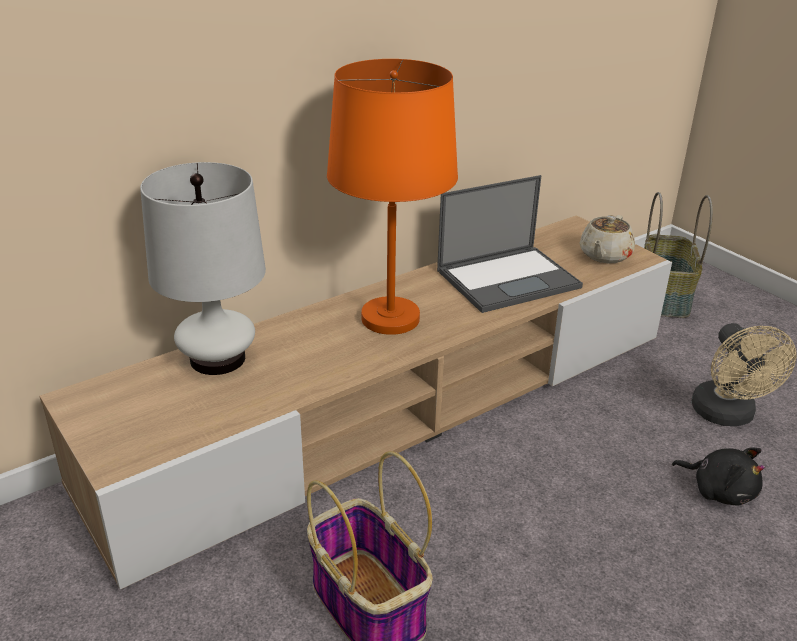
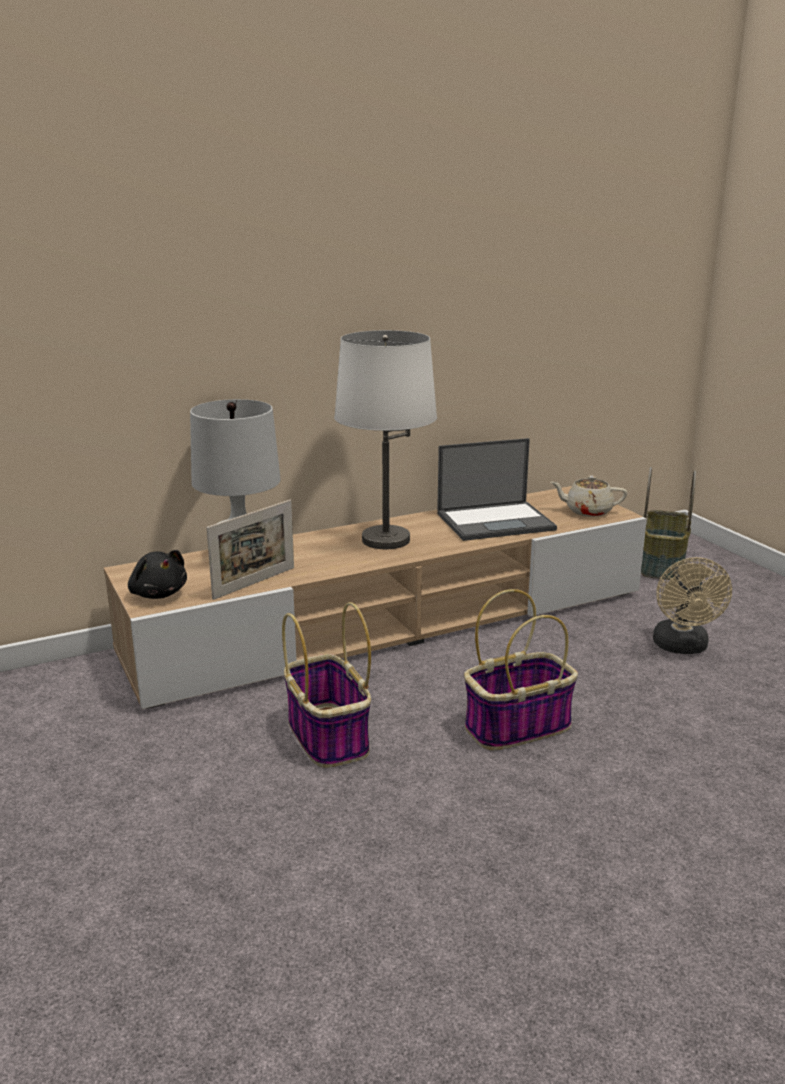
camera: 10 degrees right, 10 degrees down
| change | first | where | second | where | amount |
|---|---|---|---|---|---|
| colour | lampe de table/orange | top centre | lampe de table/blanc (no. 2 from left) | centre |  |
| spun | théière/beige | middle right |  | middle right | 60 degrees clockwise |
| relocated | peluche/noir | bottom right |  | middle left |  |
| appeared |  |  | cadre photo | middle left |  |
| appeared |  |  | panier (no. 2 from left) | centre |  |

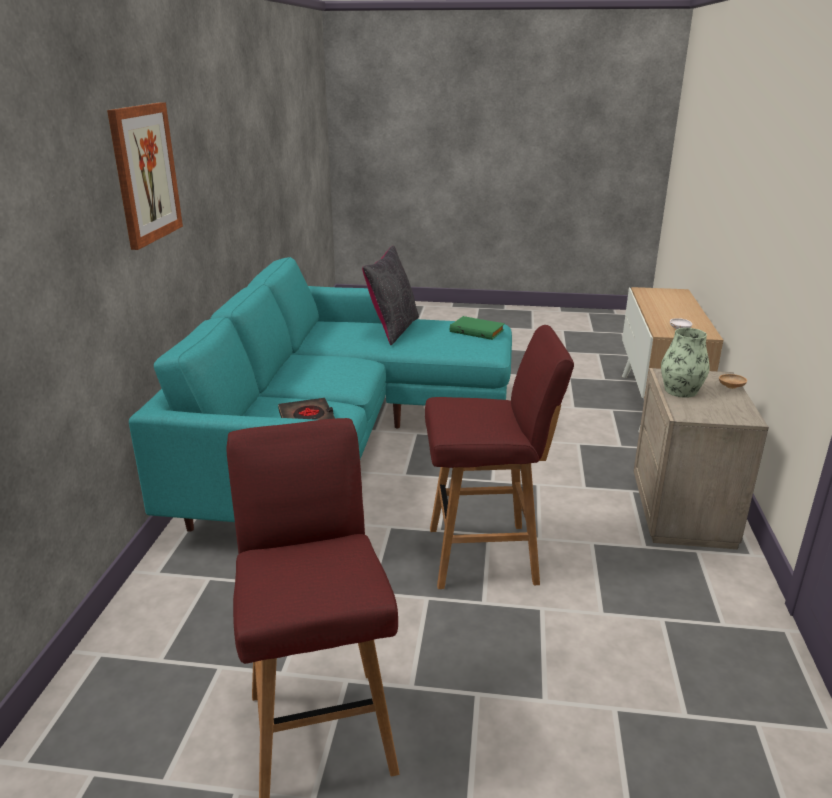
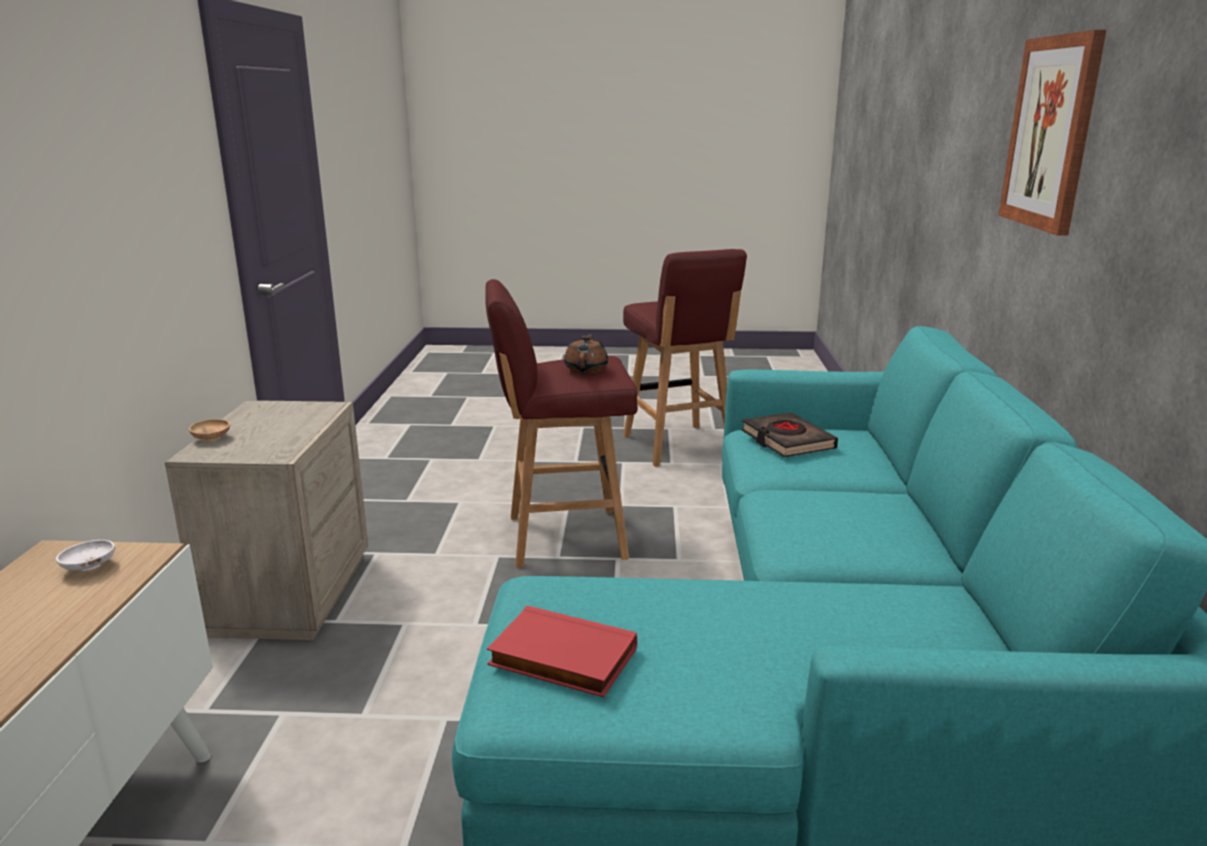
camera: 175 degrees right, 5 degrees down
| change | first | where | second | where | amount |
|---|---|---|---|---|---|
| missing | coussin/noir | centre |  |  |  |
| colour | livre/vert | centre | livre/rouge | bottom centre |  |
| missing | vase | middle right |  |  |  |
| appeared |  |  | théière/marron | centre |  |

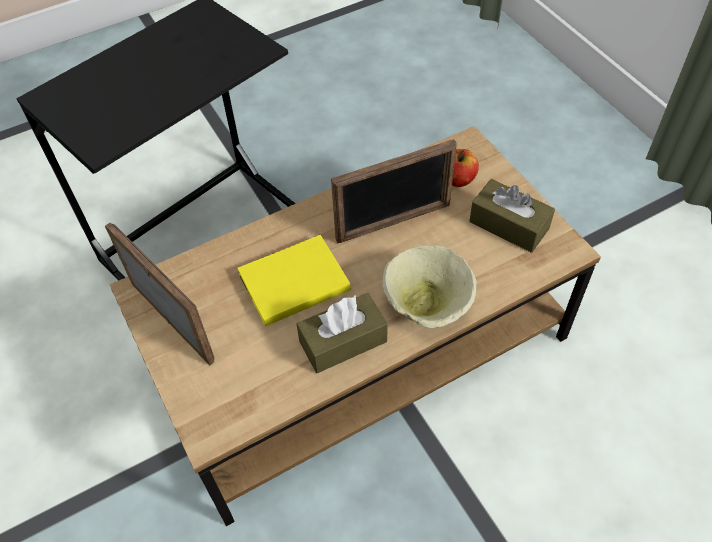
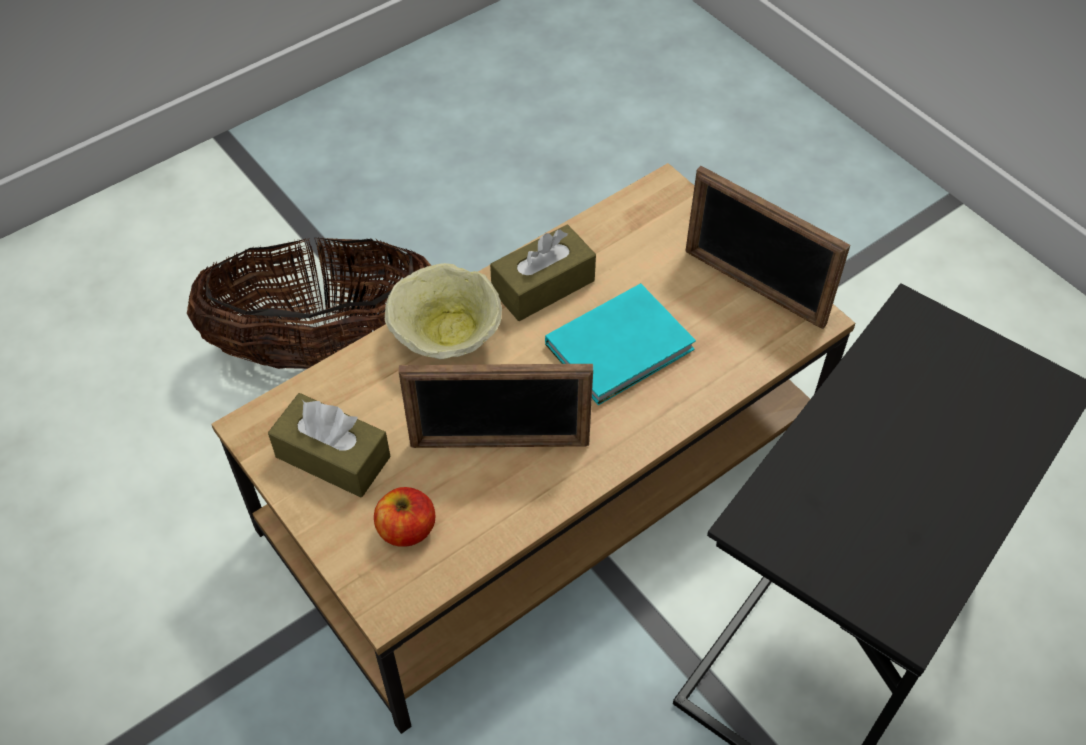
camera: 170 degrees right, 0 degrees up
| change | first | where | second | where | amount |
|---|---|---|---|---|---|
| spun | cadre photo (no. 2 from left in the first image) | centre | cadre photo (no. 1 from left) | centre | 150 degrees counterclockwise |
| colour | livre/jaune | centre | livre/turquoise | centre |  |
| appeared |  |  | panier | middle left |  |

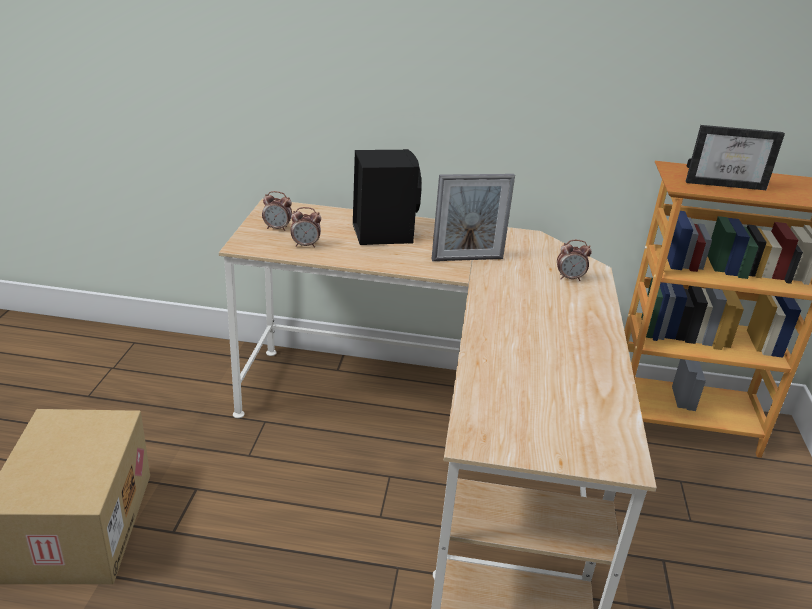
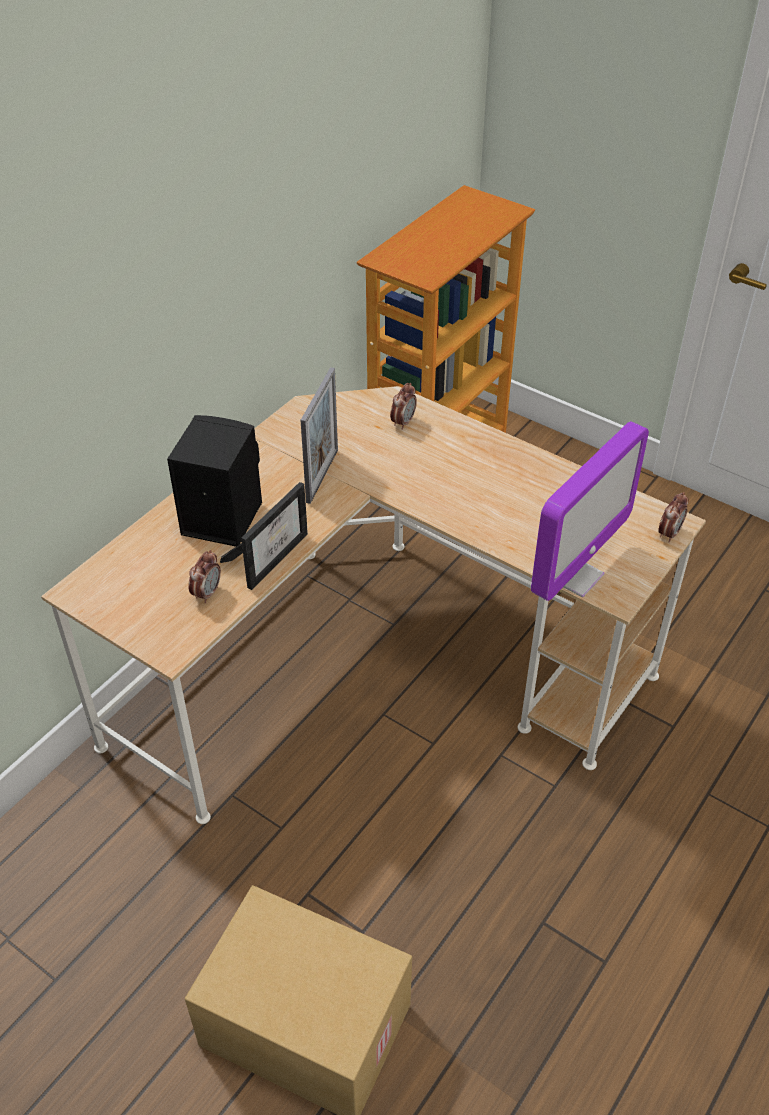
camera: 60 degrees left, 15 degrees up
| change | first | where | second | where | amount |
|---|---|---|---|---|---|
| relocated | cadre photo (no. 2 from left in the first image) | top right | cadre photo (no. 1 from left) | centre |  |
| relocated | réveil (no. 1 from left in the first image) | centre | réveil (no. 3 from left) | middle right |  |
| appeared |  |  | écran d'ordinateur | middle right |  |

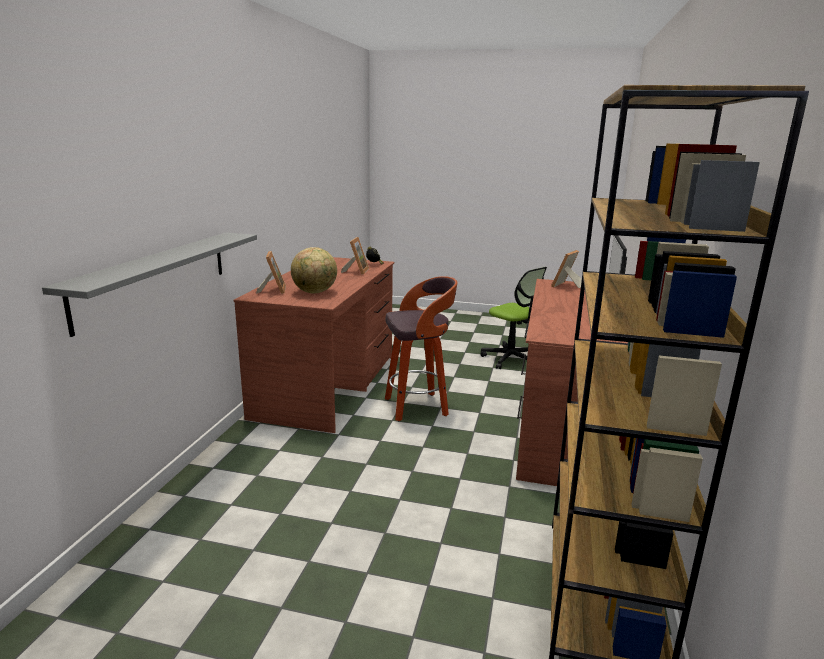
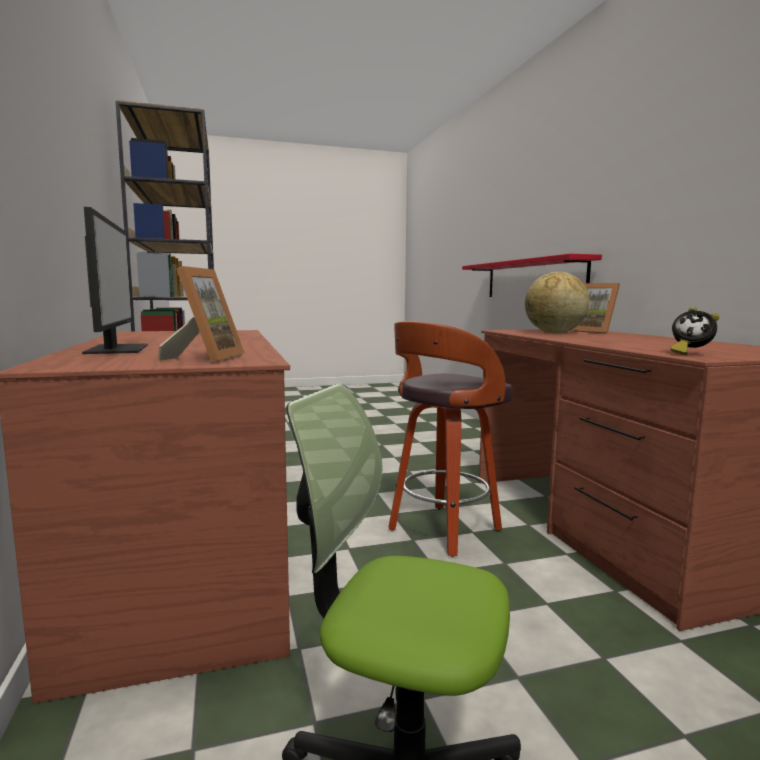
camera: 150 degrees right, 10 degrees down
| change | first | where | second | where | amount |
|---|---|---|---|---|---|
| colour | étagère/gris | middle left | étagère/rouge | middle right |  |
| missing | cadre photo (no. 2 from left) | centre |  |  |  |

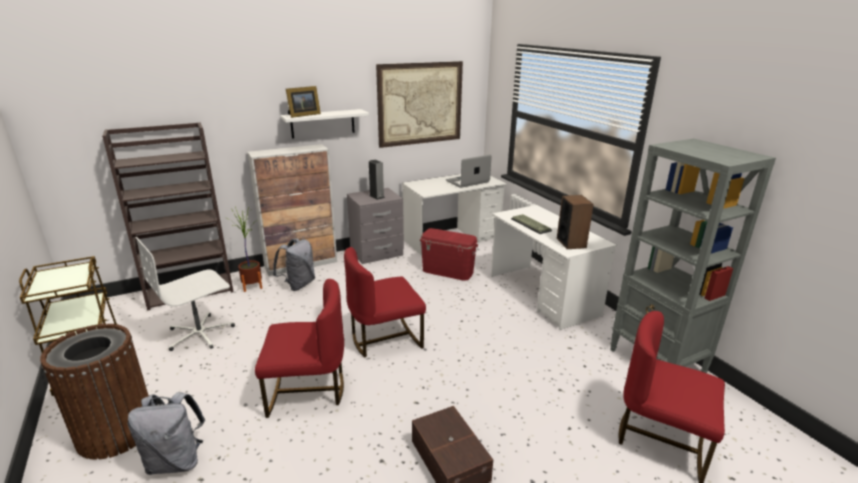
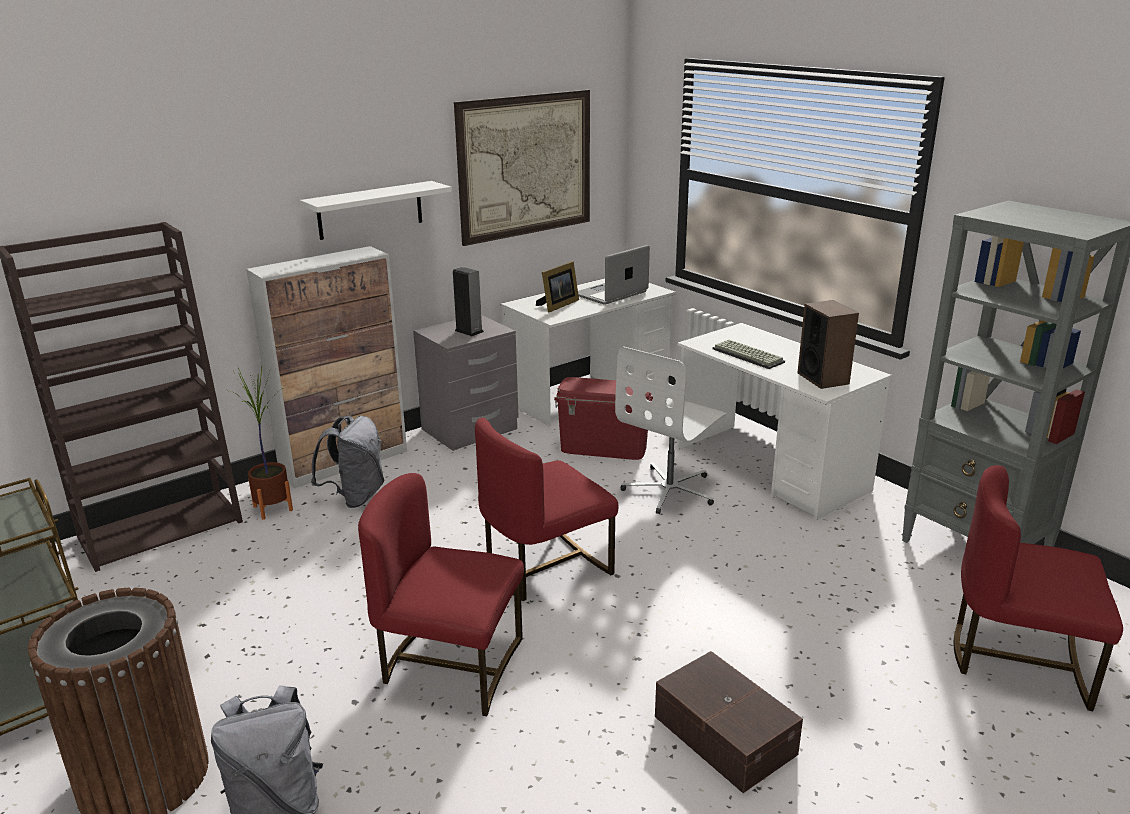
camera: 10 degrees left, 0 degrees up
| change | first | where | second | where | amount |
|---|---|---|---|---|---|
| relocated | cadre photo | top centre |  | centre |  |
| relocated | chaise de bureau/blanc | middle left |  | centre |  |
| spun | chaise/rouge (no. 1 from left) | bottom centre |  | bottom centre | 150 degrees counterclockwise |

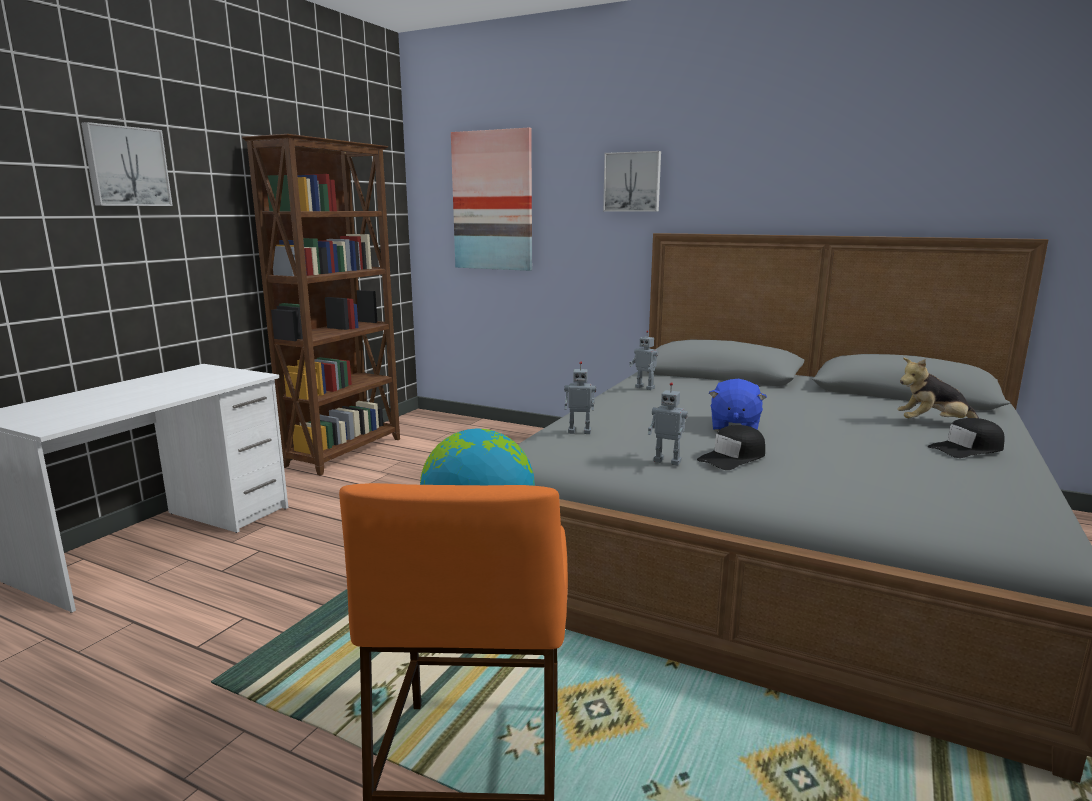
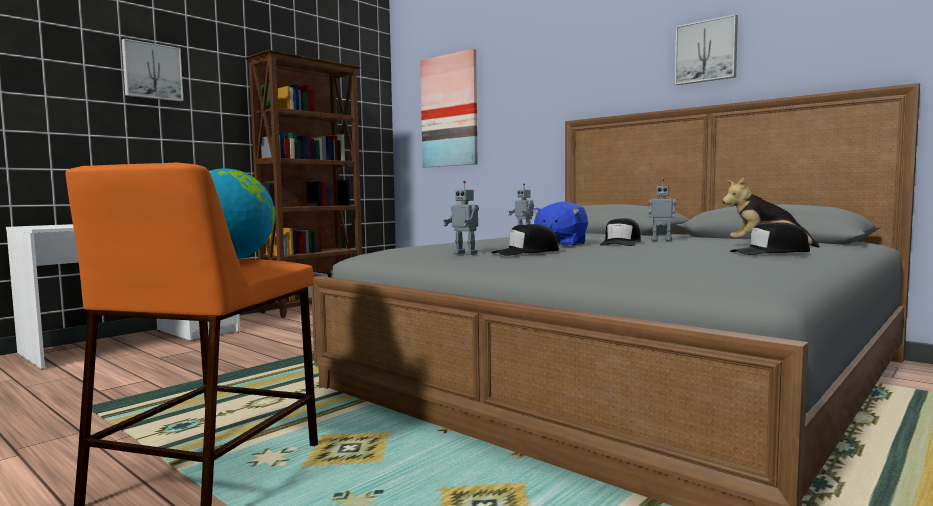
camera: 15 degrees right, 10 degrees down
| change | first | where | second | where | amount |
|---|---|---|---|---|---|
| relocated | tableau (no. 3 from left) | top centre |  | top right |  |
| relocated | robot jouet (no. 1 from left in the first image) | centre | robot jouet (no. 3 from left) | middle right |  |
| appeared |  |  | casquette/noir (no. 2 from left) | centre |  |

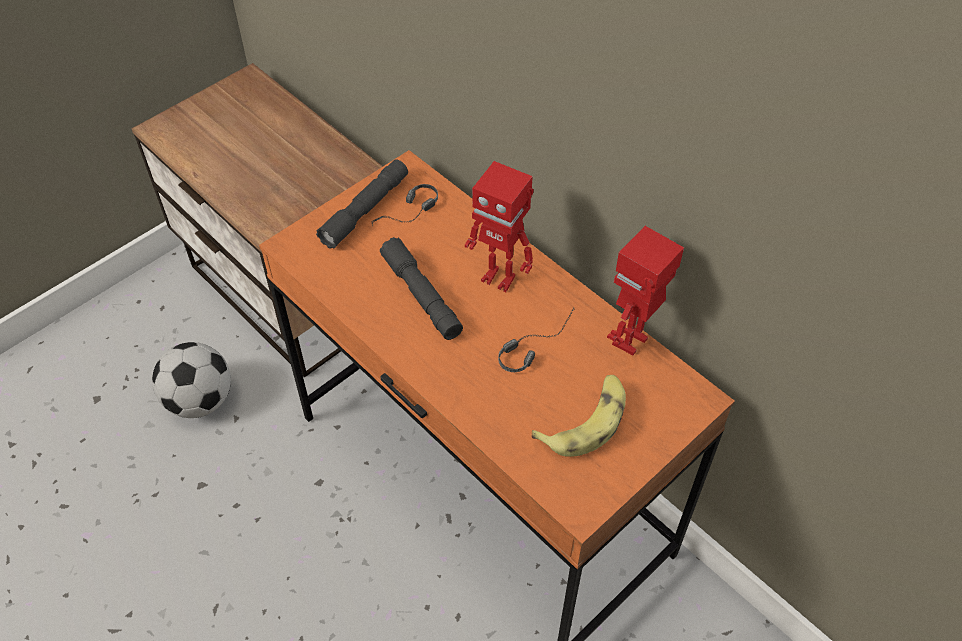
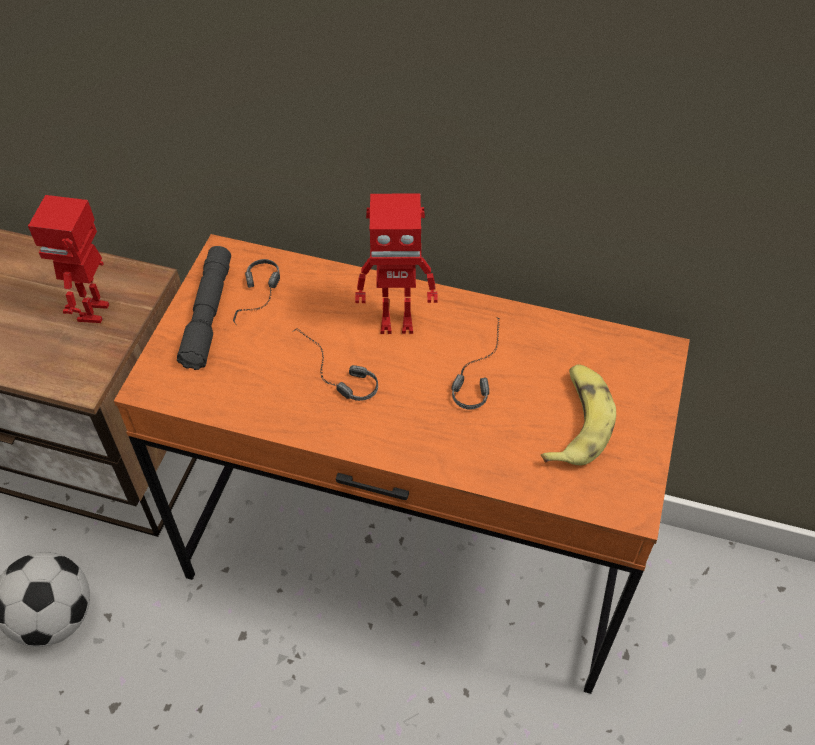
camera: 30 degrees left, 0 degrees up
| change | first | where | second | where | amount |
|---|---|---|---|---|---|
| relocated | robot jouet (no. 2 from left in the first image) | middle right | robot jouet (no. 1 from left) | middle left |  |
| exchanged | lampe de poche/gris (no. 2 from left) | centre | casque audio (no. 2 from left) | centre |  |

